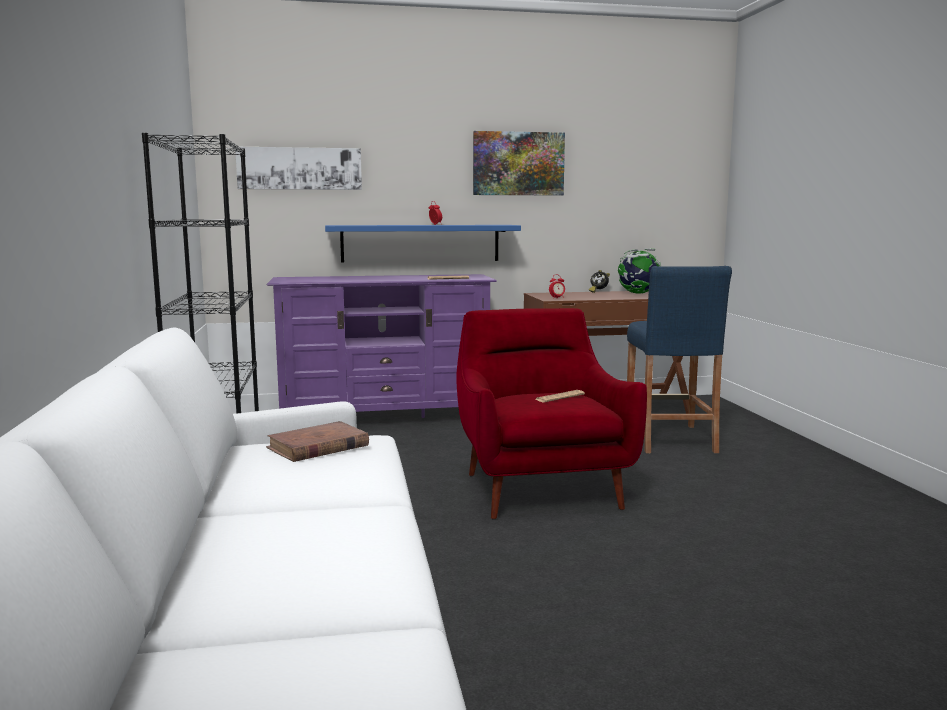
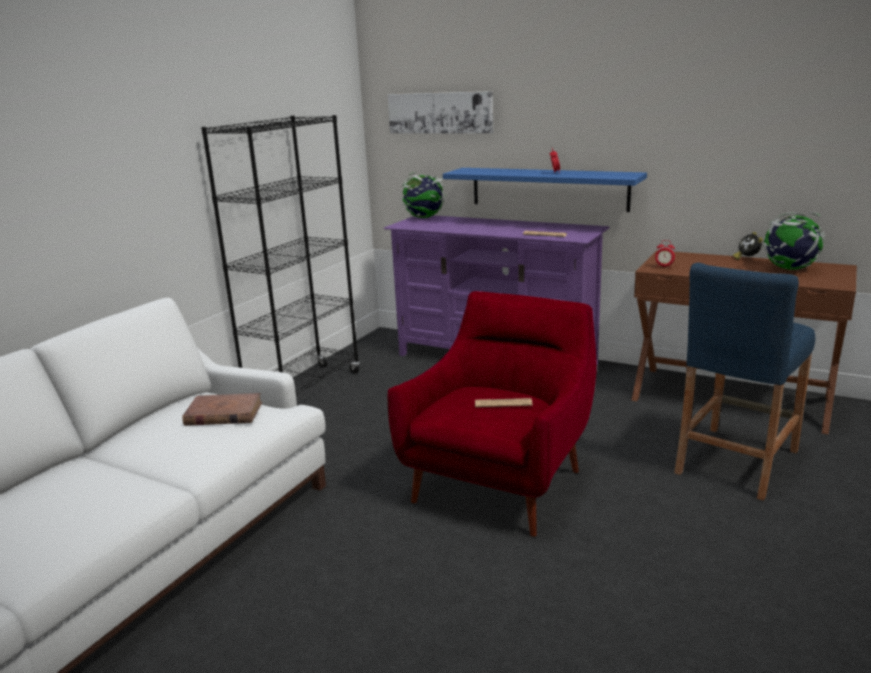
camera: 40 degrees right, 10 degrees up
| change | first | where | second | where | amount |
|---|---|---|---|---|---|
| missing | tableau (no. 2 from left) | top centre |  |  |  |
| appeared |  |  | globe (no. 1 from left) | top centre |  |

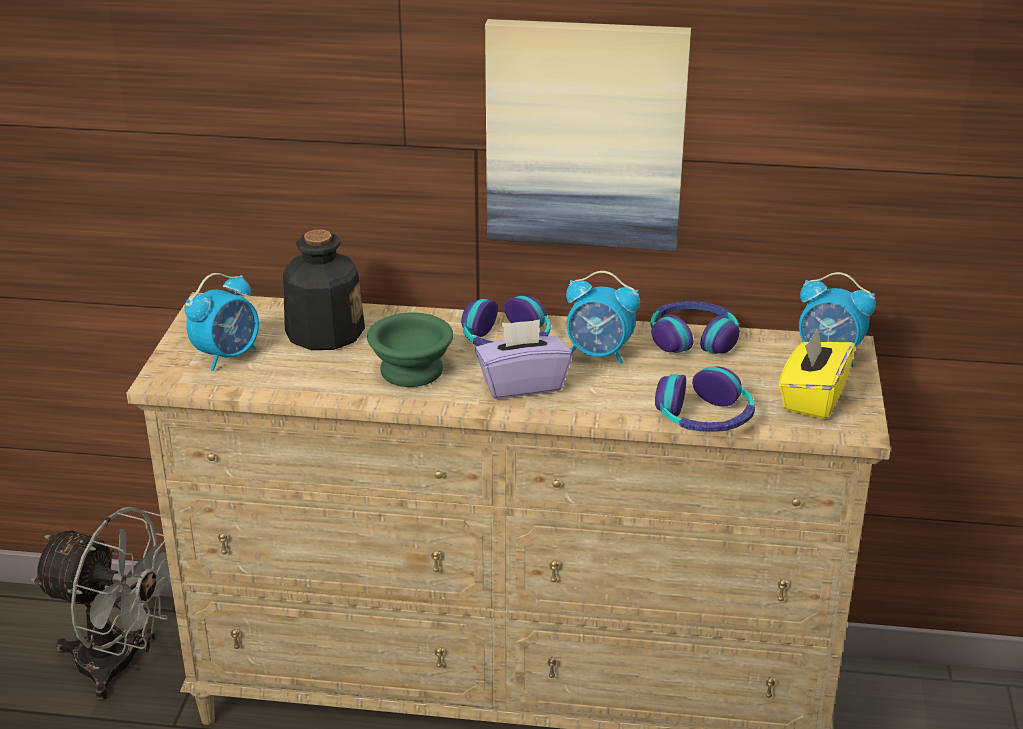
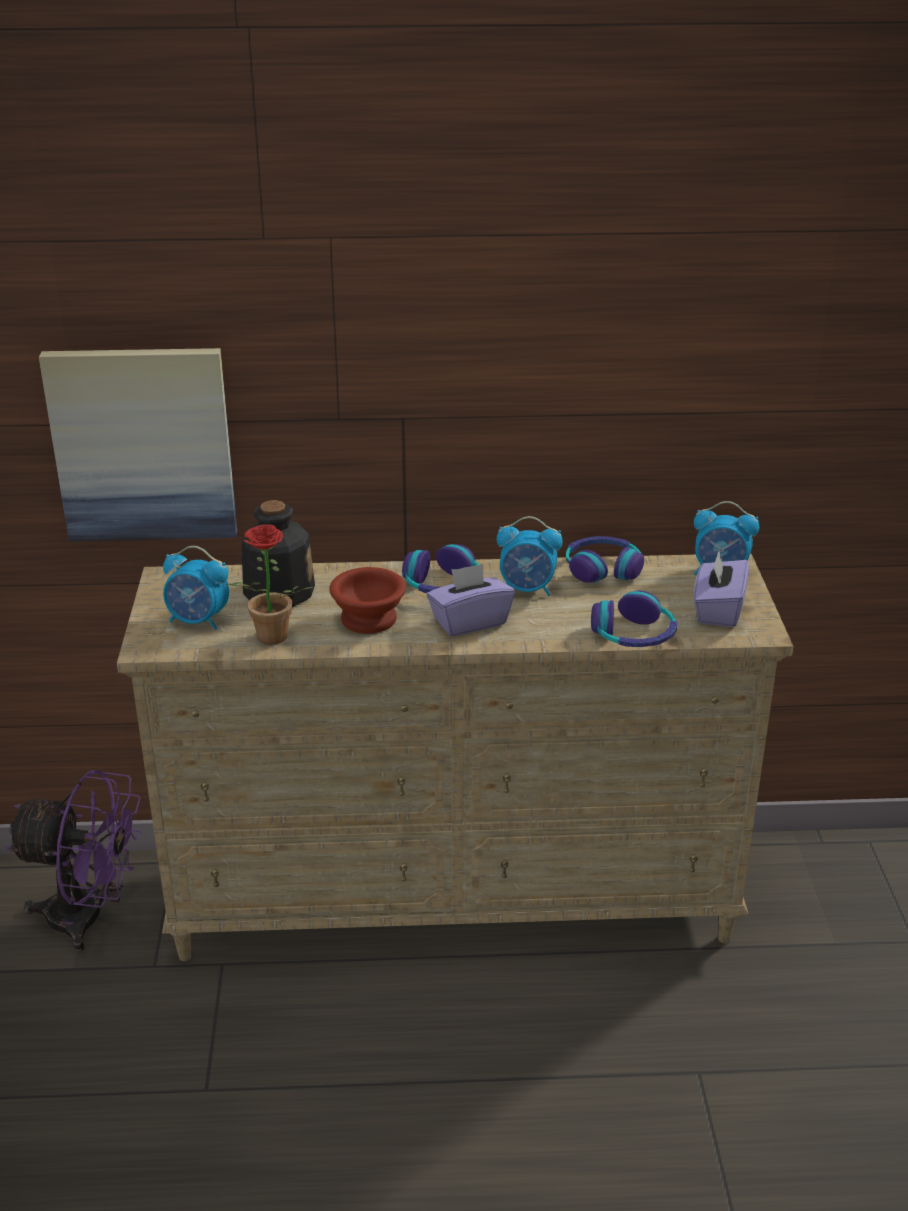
camera: 10 degrees left, 0 degrees up
| change | first | where | second | where | amount |
|---|---|---|---|---|---|
| relocated | tableau | top centre |  | middle left |  |
| spun | réveil (no. 1 from left) | middle left |  | middle left | 75 degrees clockwise |
| colour | bol/vert | centre | bol/marron | centre |  |
| colour | boîte à mouchoirs/jaune | middle right | boîte à mouchoirs/violet (no. 2 from left) | middle right |  |
| colour | ventilateur/gris | bottom left | ventilateur/violet | bottom left |  |
| appeared |  |  | plante en pot | middle left |  |

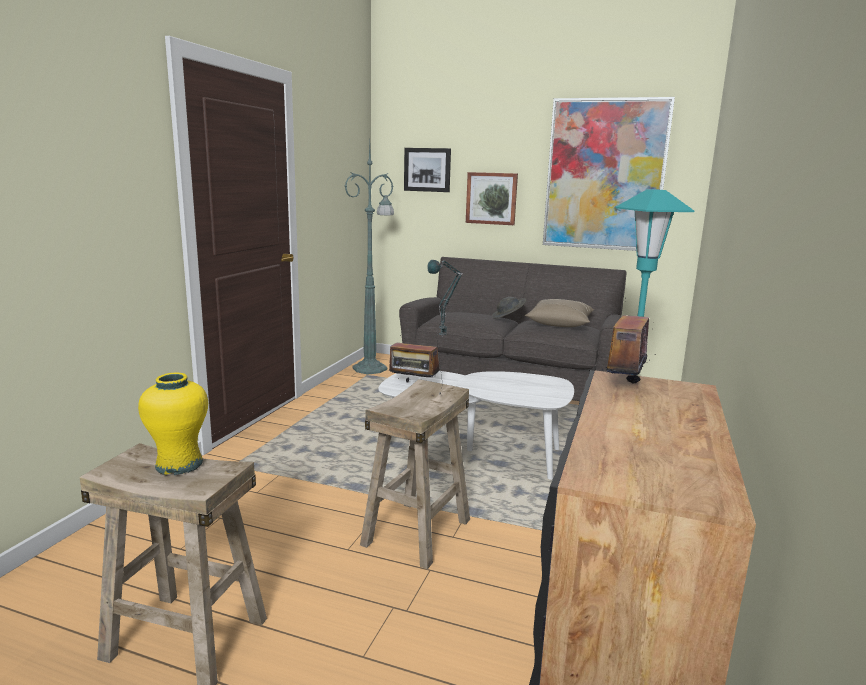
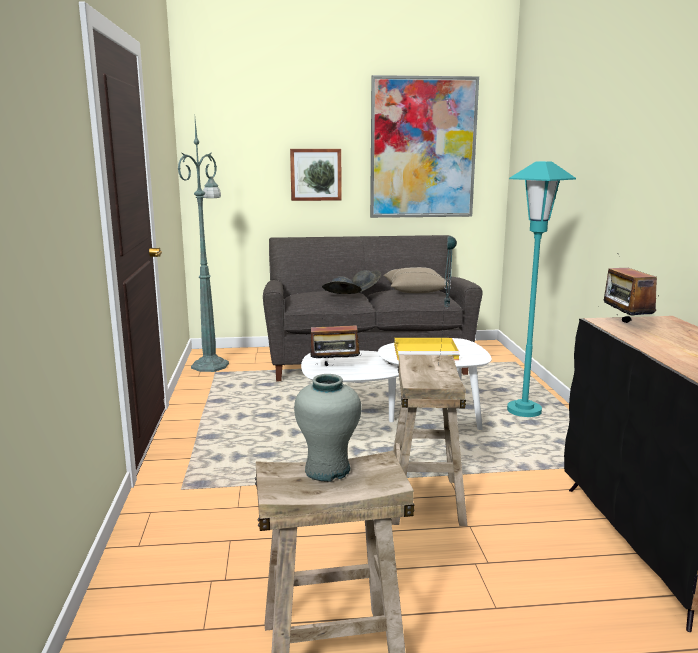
camera: 25 degrees left, 0 degrees up
| change | first | where | second | where | amount |
|---|---|---|---|---|---|
| missing | tableau (no. 1 from left) | top centre |  |  |  |
| colour | vase/jaune | middle left | vase/gris | centre |  |
| appeared |  |  | chapeau/gris (no. 1 from left) | centre |  |
| appeared |  |  | plateau/jaune | centre |  |

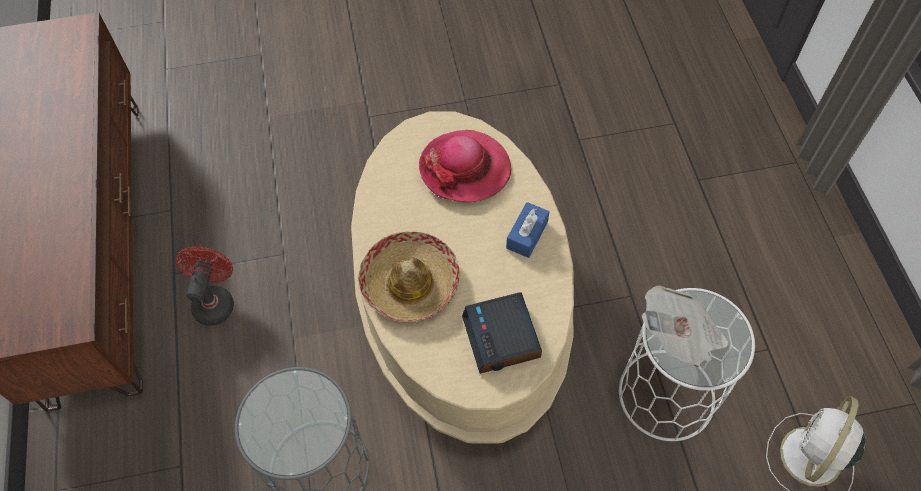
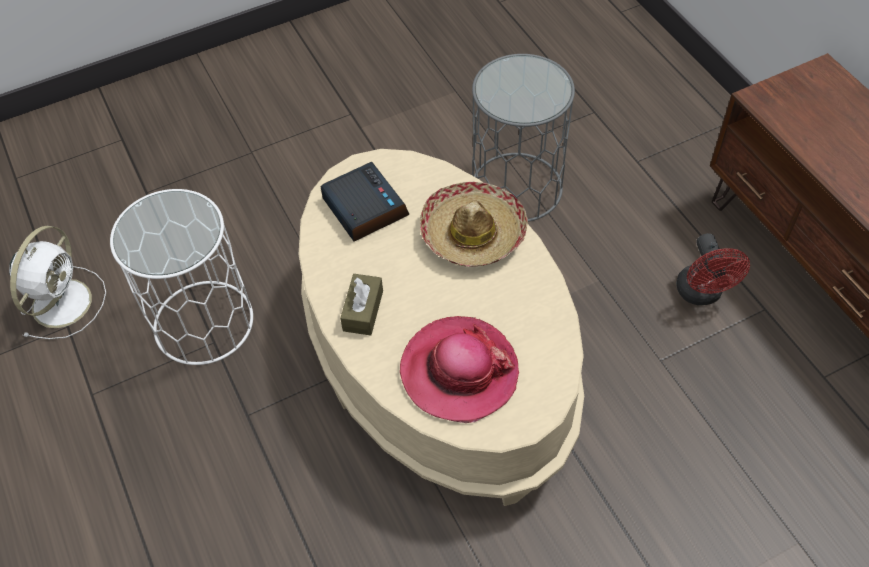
camera: 165 degrees right, 5 degrees down
| change | first | where | second | where | amount |
|---|---|---|---|---|---|
| colour | boîte à mouchoirs/bleu | centre | boîte à mouchoirs/marron | centre |  |
| missing | journal | middle right |  |  |  |

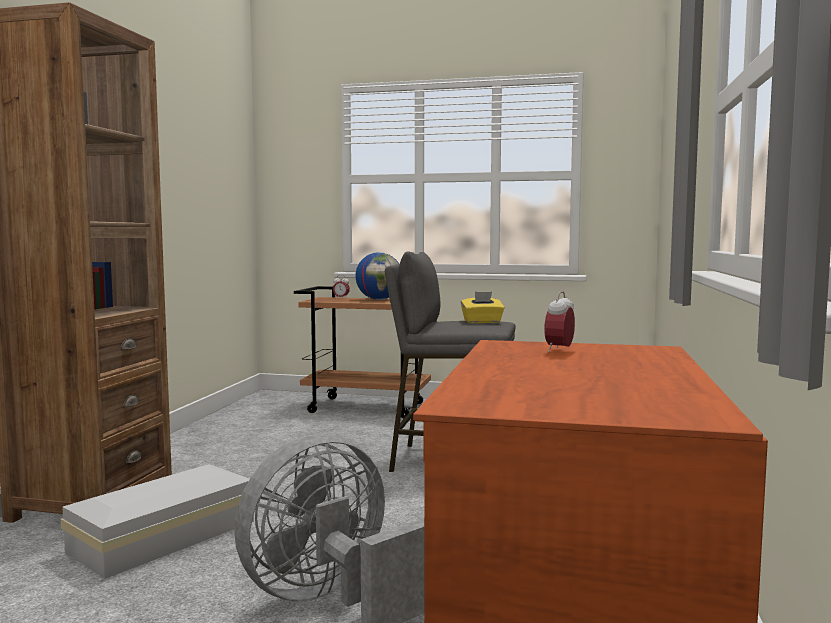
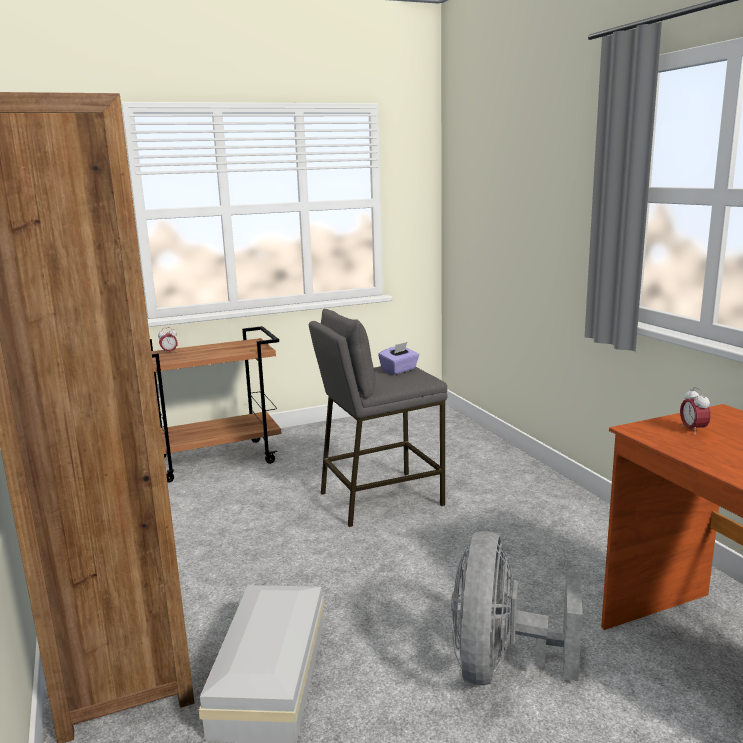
camera: 35 degrees left, 10 degrees up
| change | first | where | second | where | amount |
|---|---|---|---|---|---|
| missing | globe | centre |  |  |  |
| colour | boîte à mouchoirs/jaune | centre | boîte à mouchoirs/violet | centre |  |

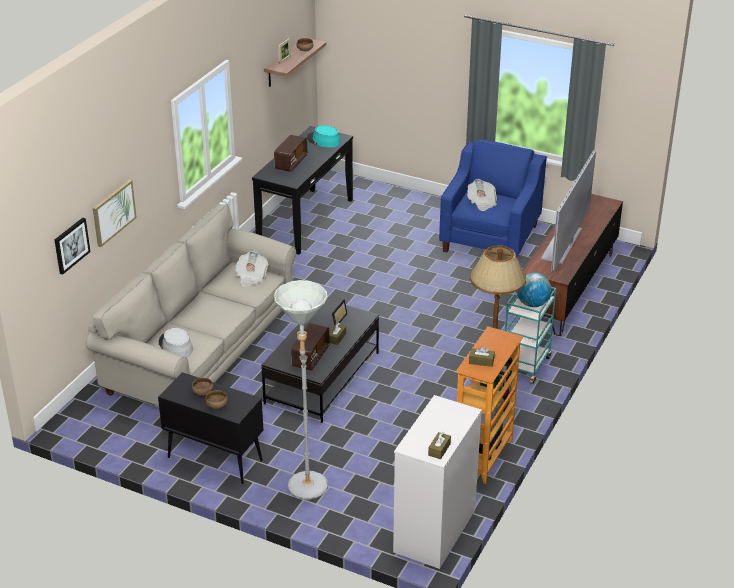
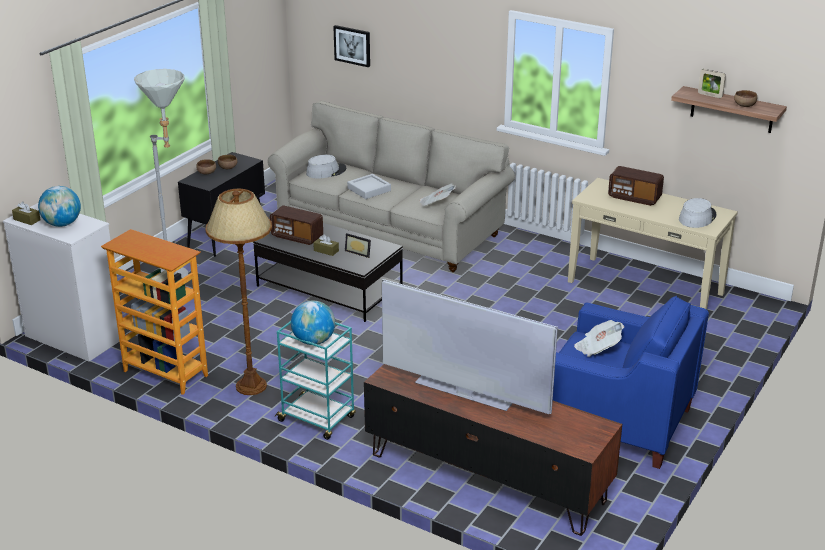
camera: 95 degrees right, 5 degrees down
| change | first | where | second | where | amount |
|---|---|---|---|---|---|
| colour | chapeau/turquoise | top centre | chapeau/gris (no. 2 from left) | middle right |  |
| colour | table console/noir | top centre | table console/beige | middle right |  |
| missing | tableau (no. 2 from left) | middle left |  |  |  |
| missing | boîte à mouchoirs/marron (no. 3 from left) | centre |  |  |  |
| appeared |  |  | plateau/gris | centre |  |
| appeared |  |  | globe (no. 1 from left) | middle left |  |

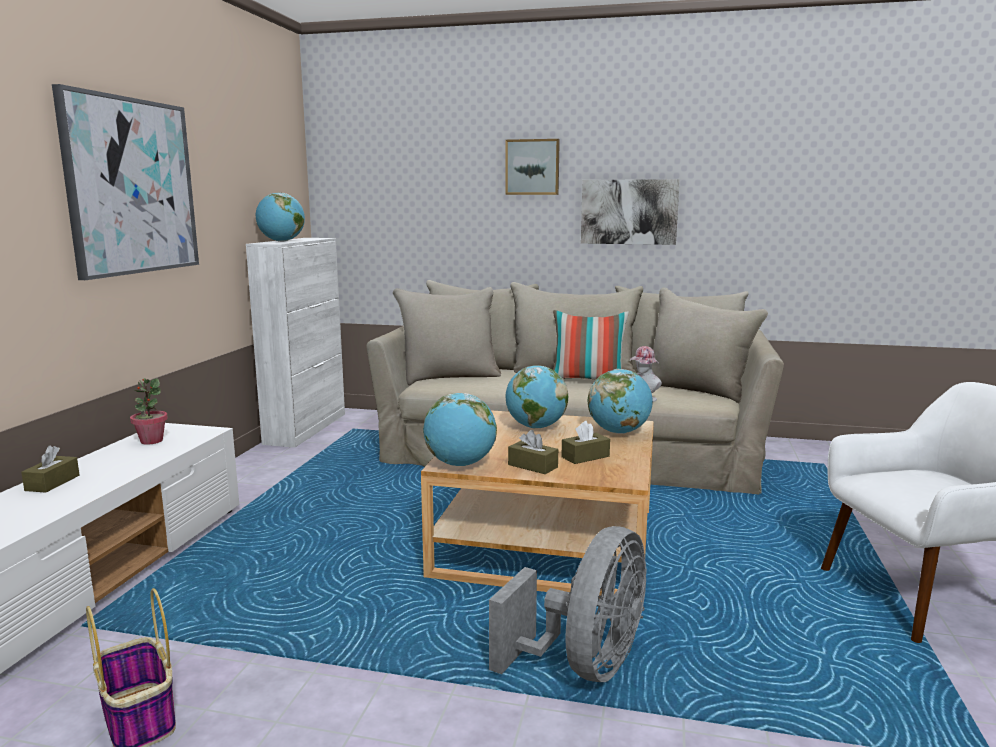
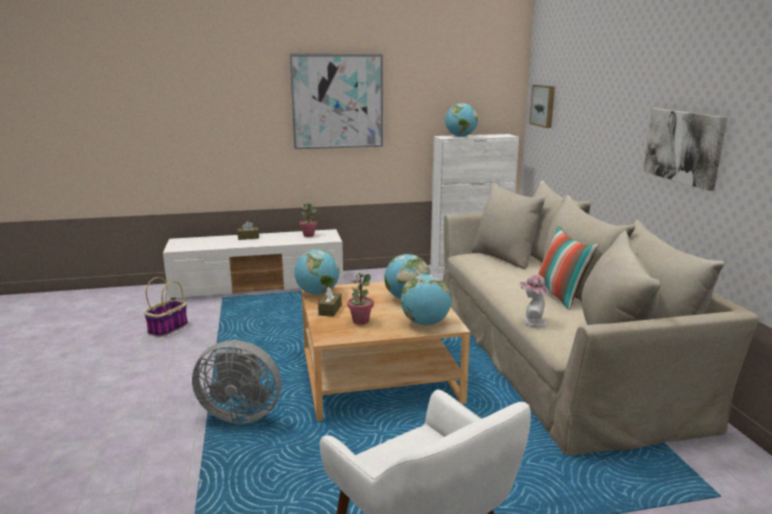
camera: 65 degrees right, 5 degrees up
| change | first | where | second | where | amount |
|---|---|---|---|---|---|
| relocated | tableau (no. 2 from left) | top centre |  | top right |  |
| exchanged | boîte à mouchoirs/marron (no. 3 from left) | centre | plante en pot (no. 2 from left) | centre |  |

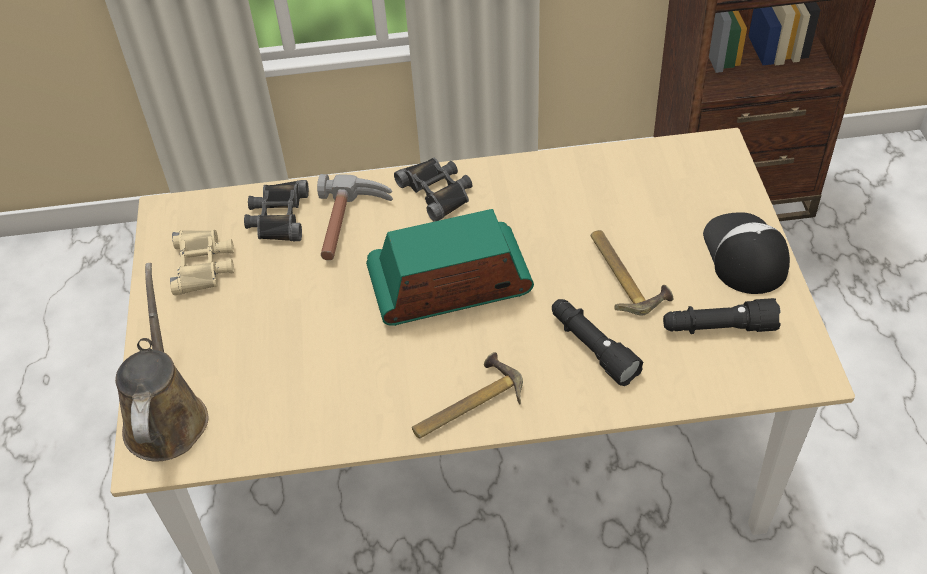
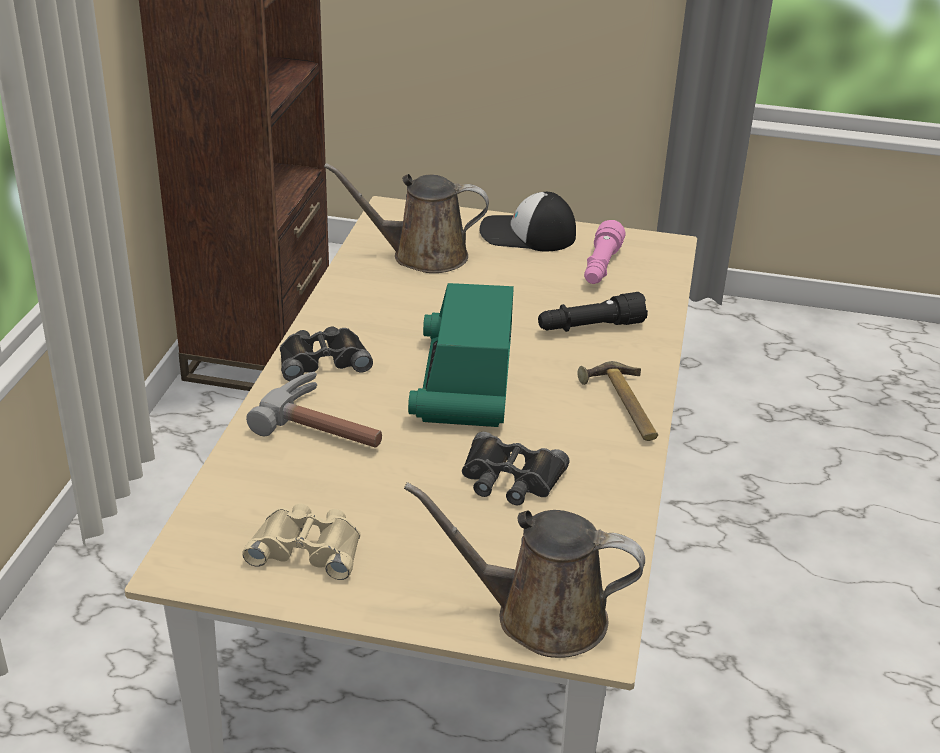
camera: 75 degrees left, 15 degrees down
| change | first | where | second | where | amount |
|---|---|---|---|---|---|
| relocated | jumelles/noir (no. 1 from left in the first image) | middle left | jumelles/noir (no. 2 from left) | centre |  |
| missing | marteau (no. 3 from left) | middle right |  |  |  |
| colour | lampe de poche/noir (no. 2 from left) | middle right | lampe de poche/rose | centre |  |
| appeared |  |  | arrosoir/marron (no. 1 from left) | top centre |  |

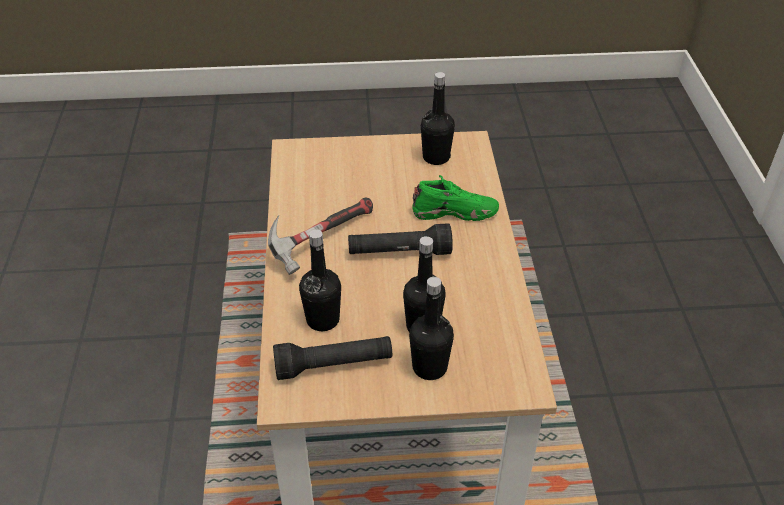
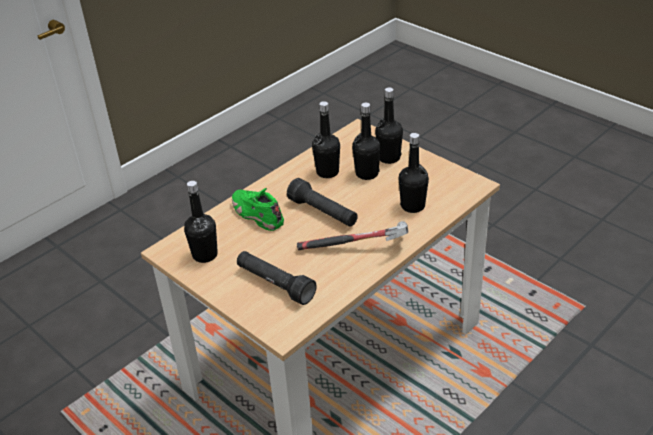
camera: 130 degrees left, 5 degrees down
| change | first | where | second | where | amount |
|---|---|---|---|---|---|
| relocated | lampe de poche/noir (no. 1 from left) | bottom centre |  | centre |  |
| appeared |  |  | bouteille/noir (no. 2 from left) | top centre |  |

